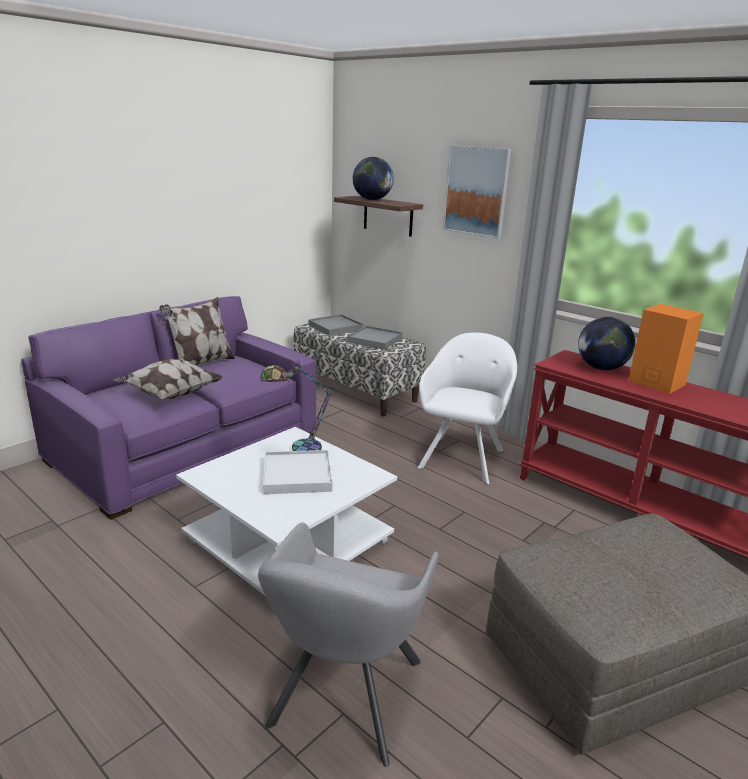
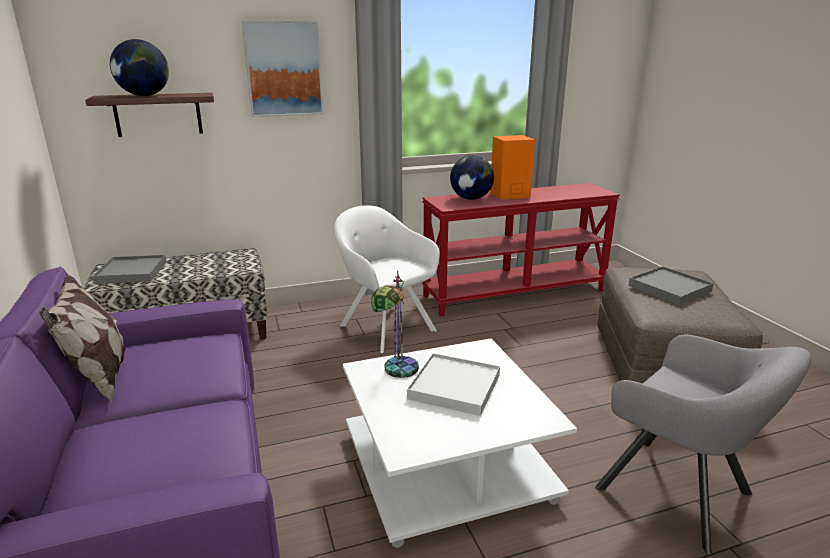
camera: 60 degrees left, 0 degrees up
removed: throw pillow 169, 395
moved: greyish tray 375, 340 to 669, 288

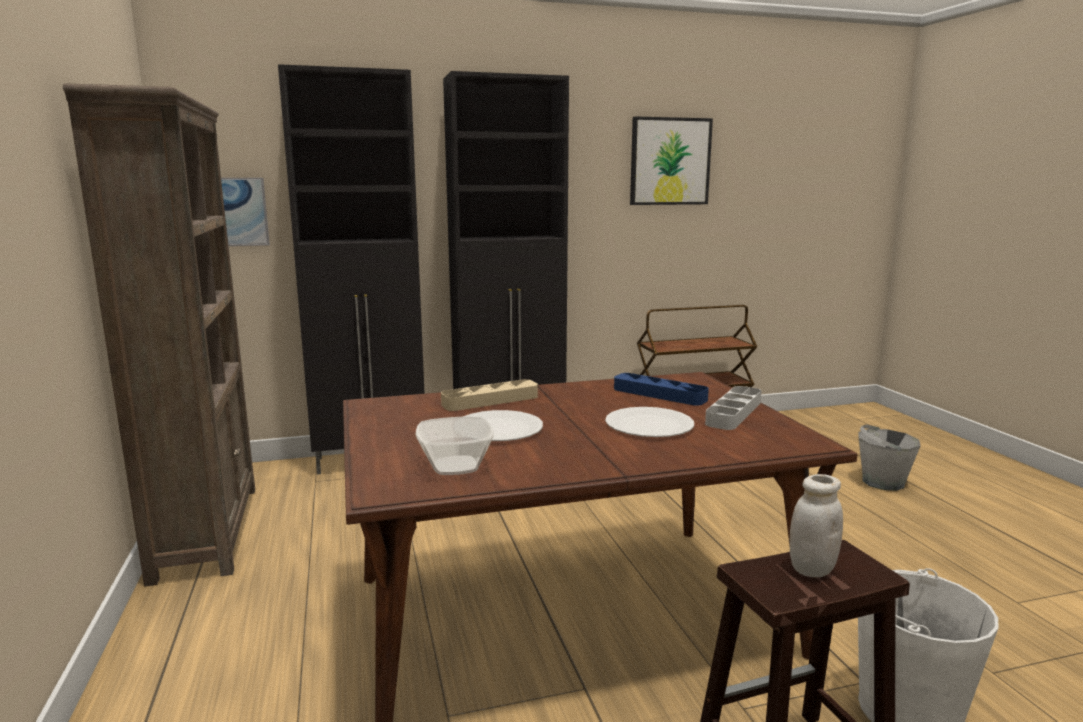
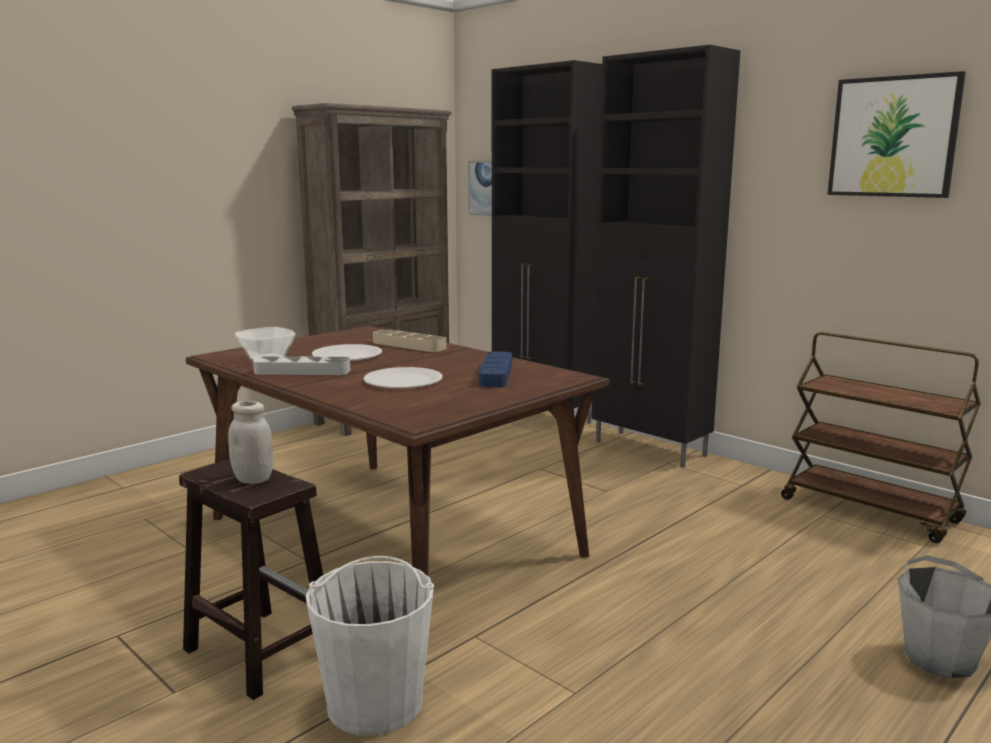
camera: 60 degrees right, 0 degrees up
moved: greyish tray 734, 413 to 302, 371

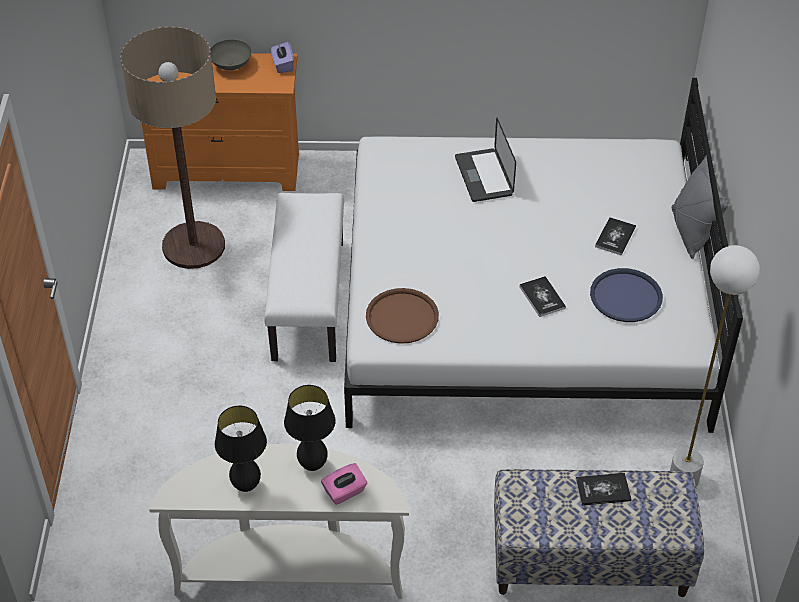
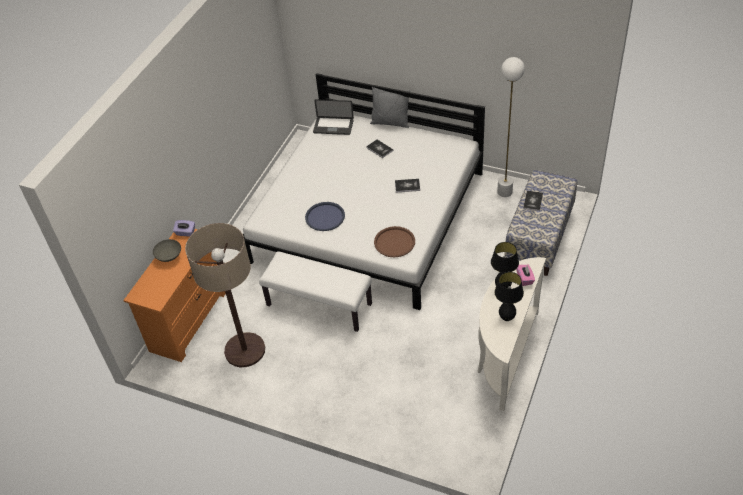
camera: 65 degrees left, 0 degrees up
moved: blue tray 626, 296 to 325, 217; notebook computer 484, 176 to 333, 126

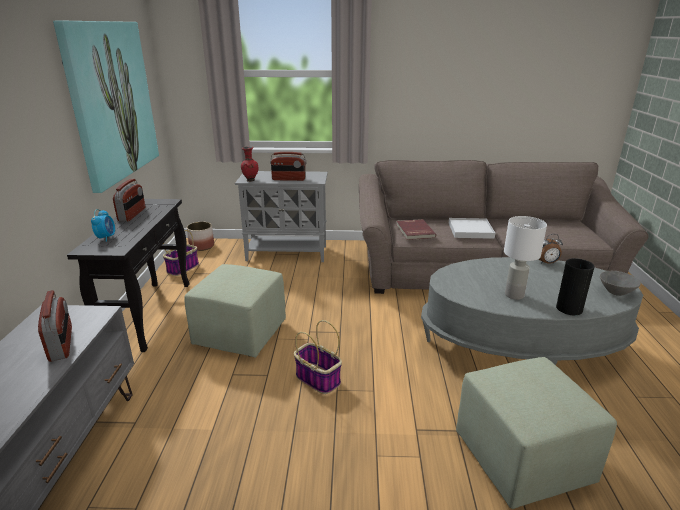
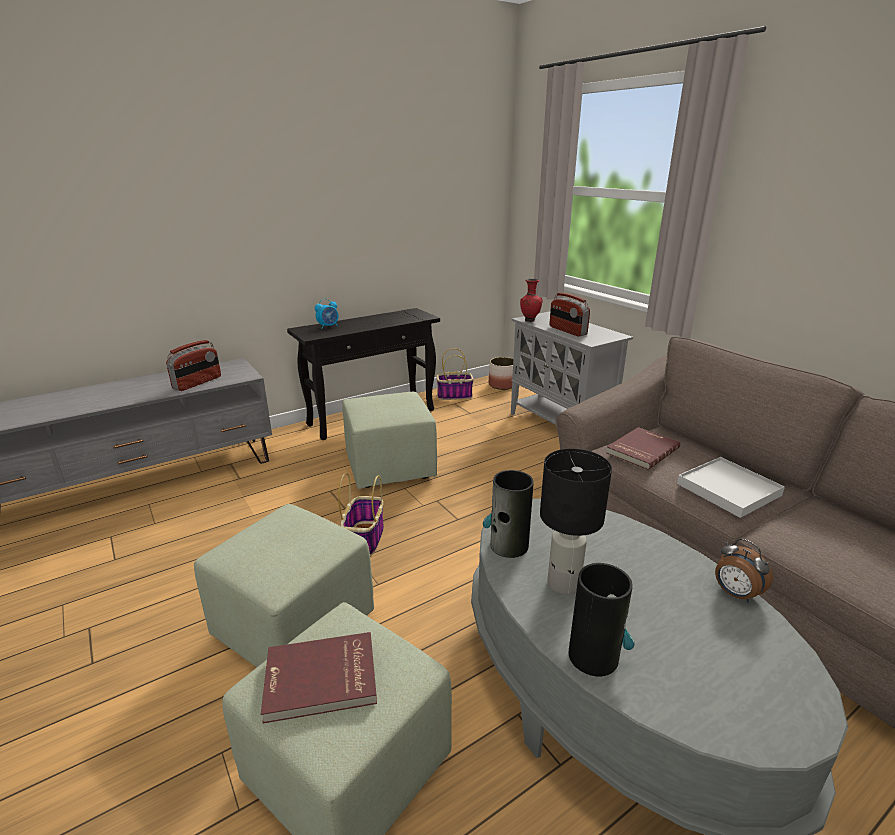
camera: 55 degrees right, 0 degrees up
removed: wall art 111, 101; radio 132, 214; greyish bowl 616, 292
added: green pouffe 295, 625; reddish bound book 321, 680; vase 508, 545
recoloured: whitish lamp for a table 514, 295 to blackish lamp for a table 564, 584

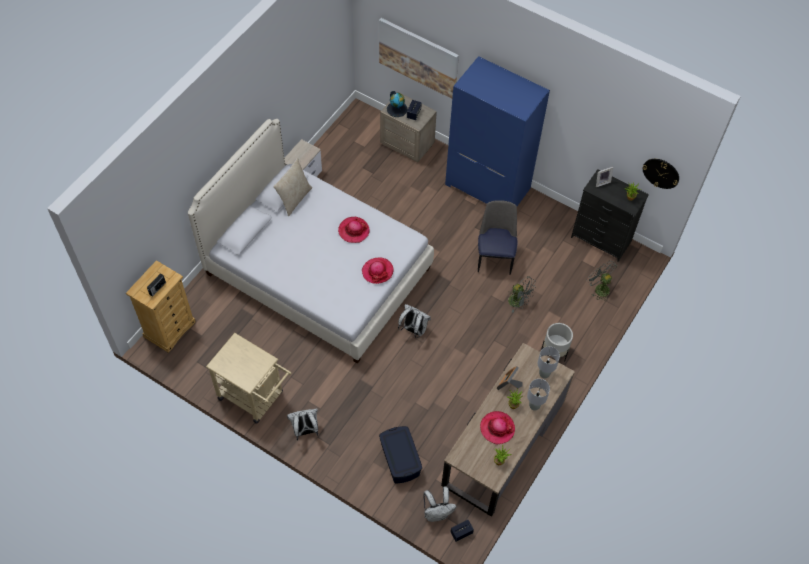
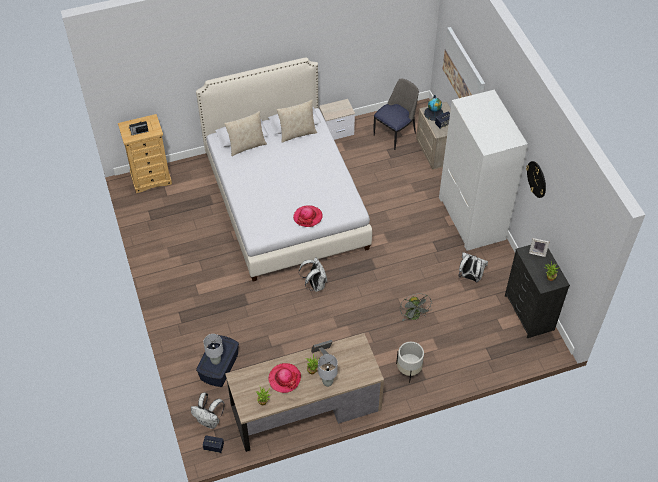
camera: 40 degrees right, 5 degrees down
removed: beige-coloured cart 255, 398; clothing hat 353, 231; greyish cooling fan 599, 288
added: beige-coloured throw pillow 246, 145
moved: greyish lamp for a table 544, 374 to 216, 361; chair 494, 257 to 395, 133; whitish knapsack 305, 431 to 470, 277; clock on the wall 661, 173 to 537, 179
recoloured: blue clothes cupboard 488, 186 to whitish clothes cupboard 472, 218

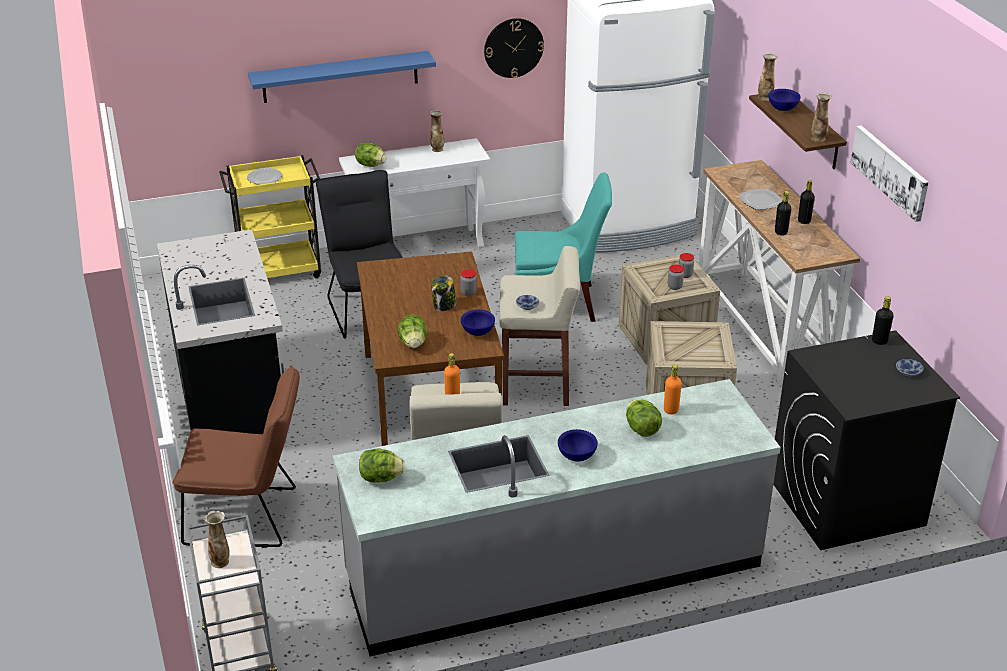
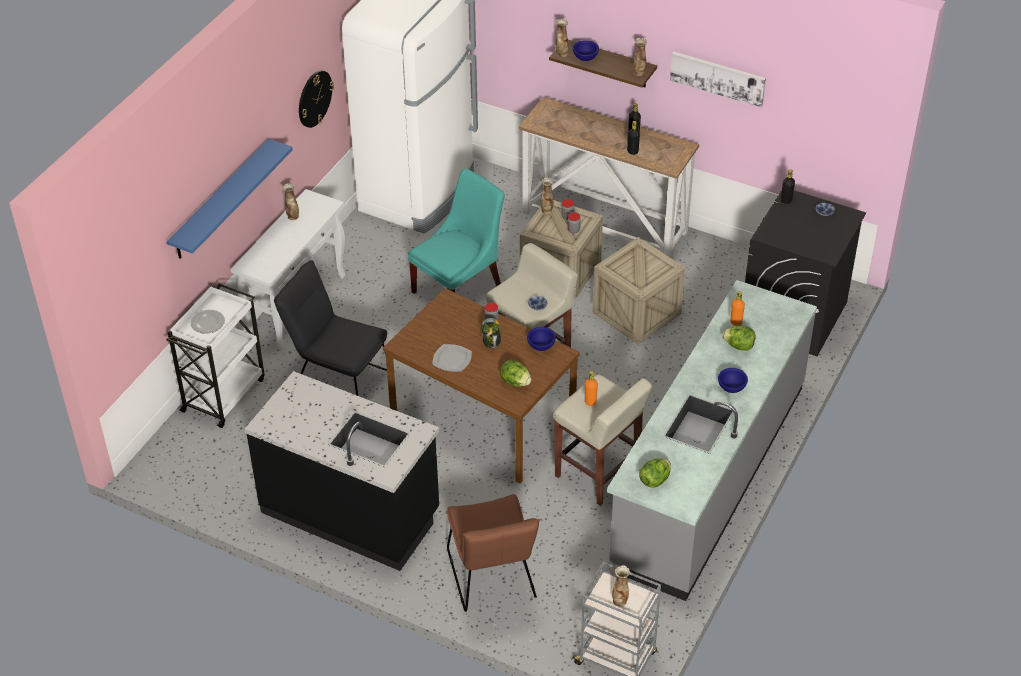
camera: 45 degrees left, 10 degrees up
removed: head of lettuce 370, 165
added: vase 546, 210
moved: plate 760, 201 to 452, 359
recoloured: yellowish cart 280, 270 to whitish cart 224, 394
turned: brown chair 249, 517 = 492, 579 120 degrees clockwise

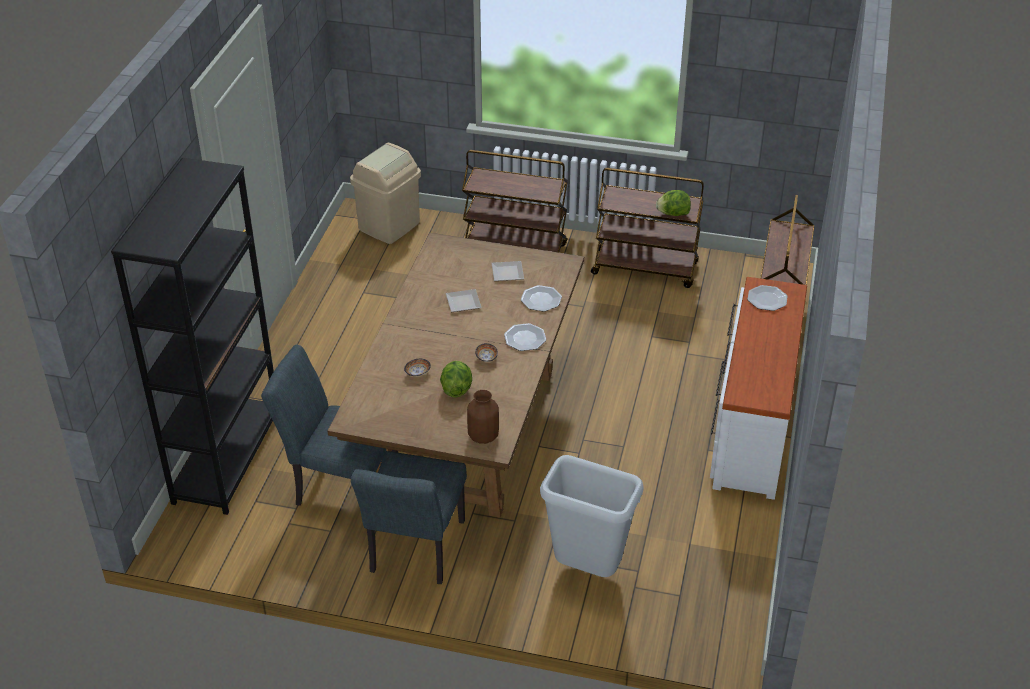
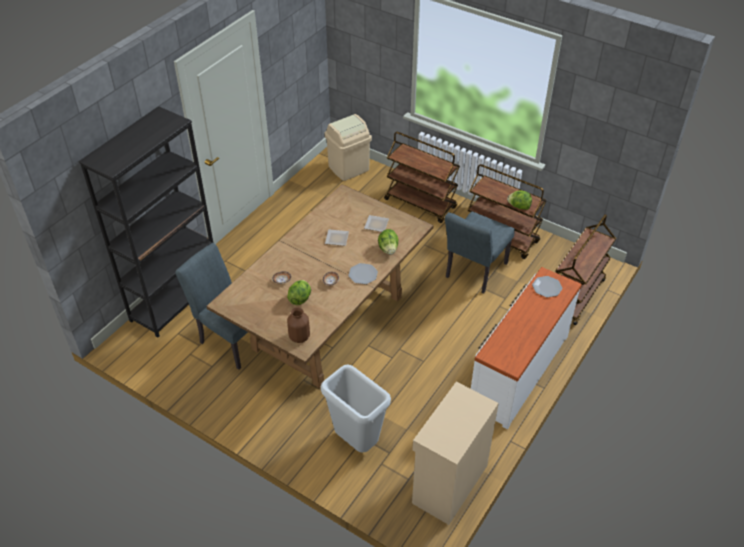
camera: 20 degrees right, 5 degrees up
added: beige-coloured cupboard 448, 484
moved: greyish chair 414, 552 to 473, 273
replaced: plate 541, 299 to head of lettuce 388, 249

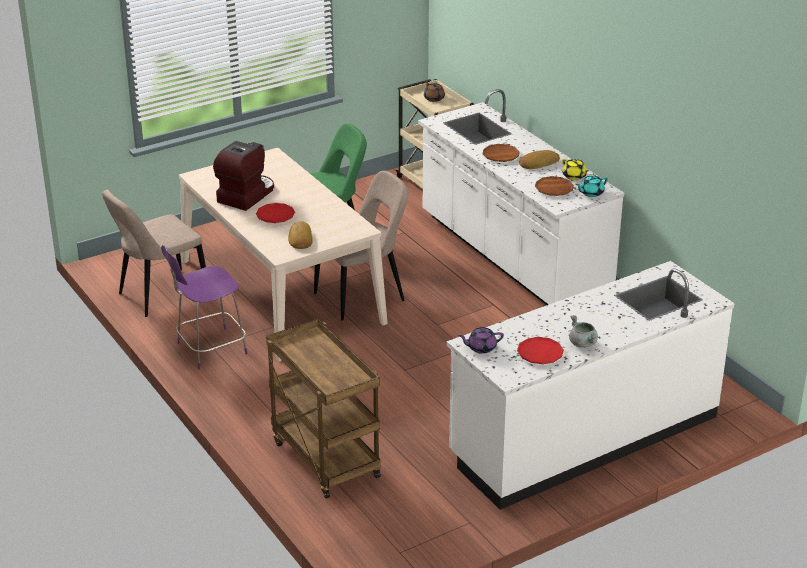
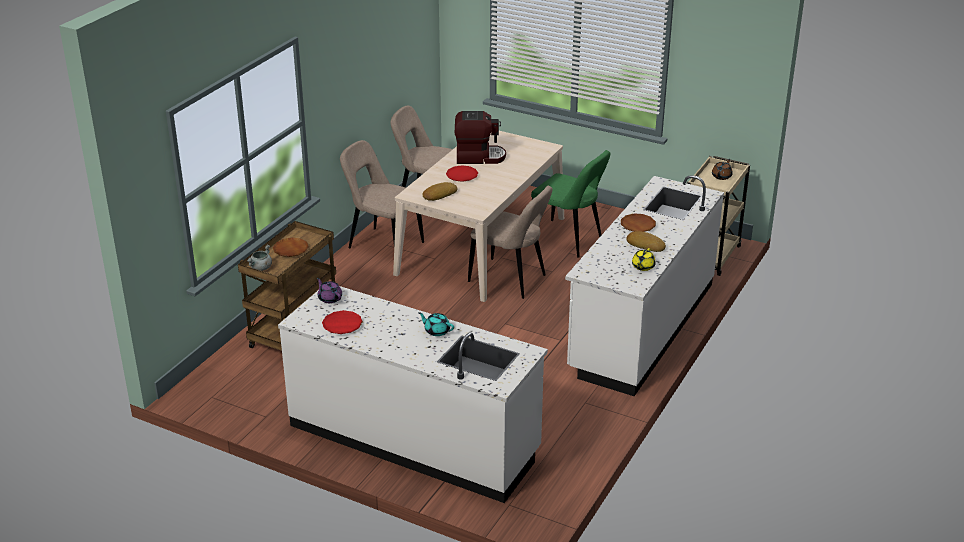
camera: 60 degrees right, 0 degrees up
moved: greyish cooking pot 583, 344 to 261, 268; brown plate 554, 189 to 291, 249; turquoise-coloured pot for tea 591, 193 to 436, 331
replaced: purple-coloured sitting stool 209, 349 to beige-coloured chair 383, 245

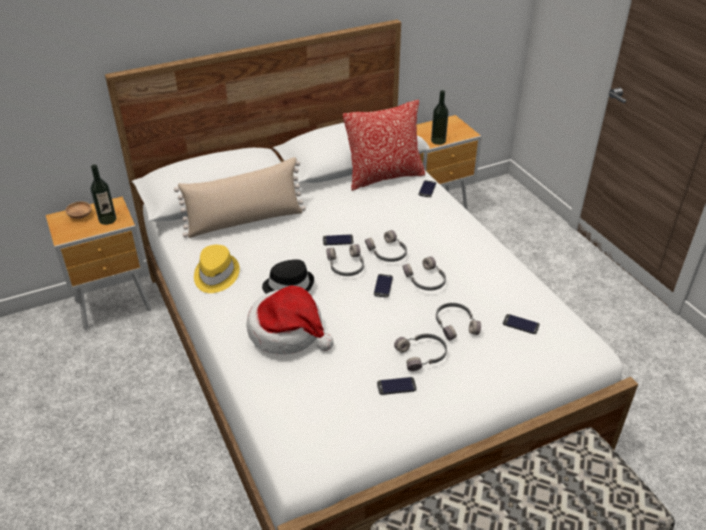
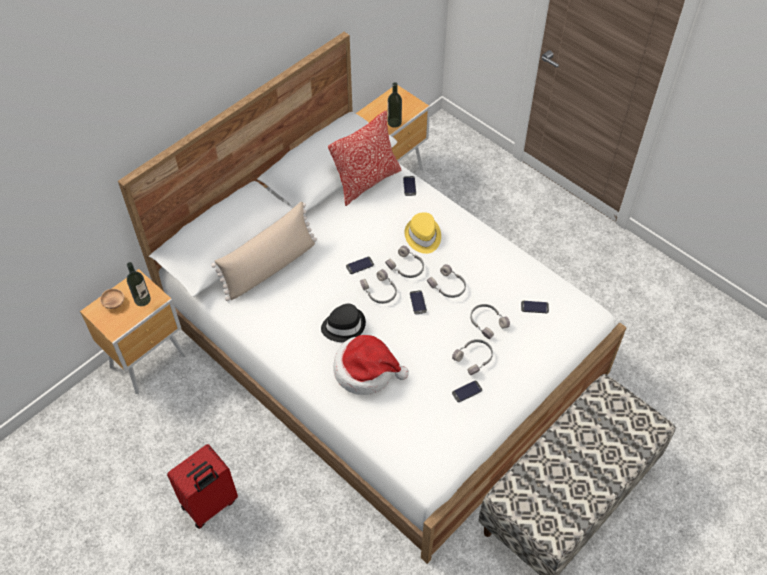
camera: 20 degrees left, 15 degrees up
added: reddish travel case 210, 505
moved: yellowish clothing hat 215, 275 to 423, 236

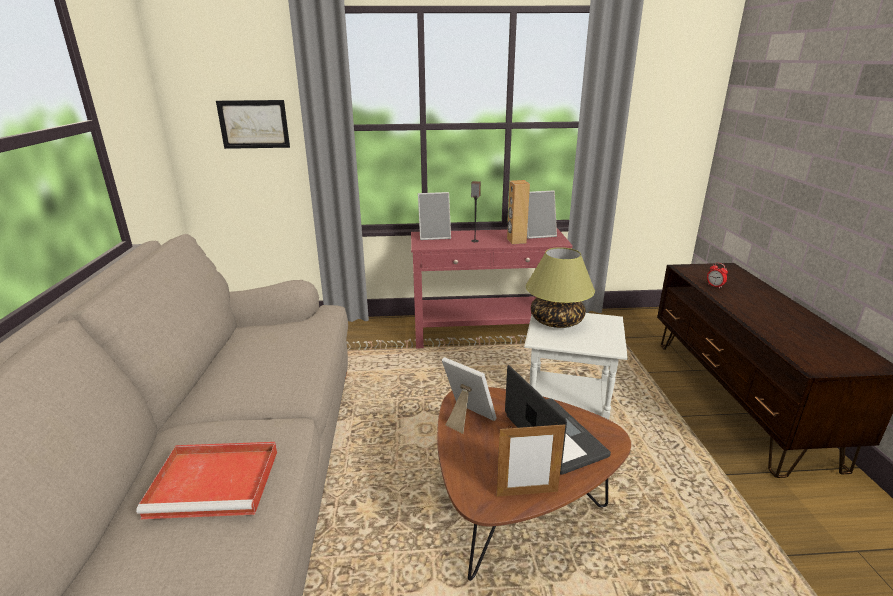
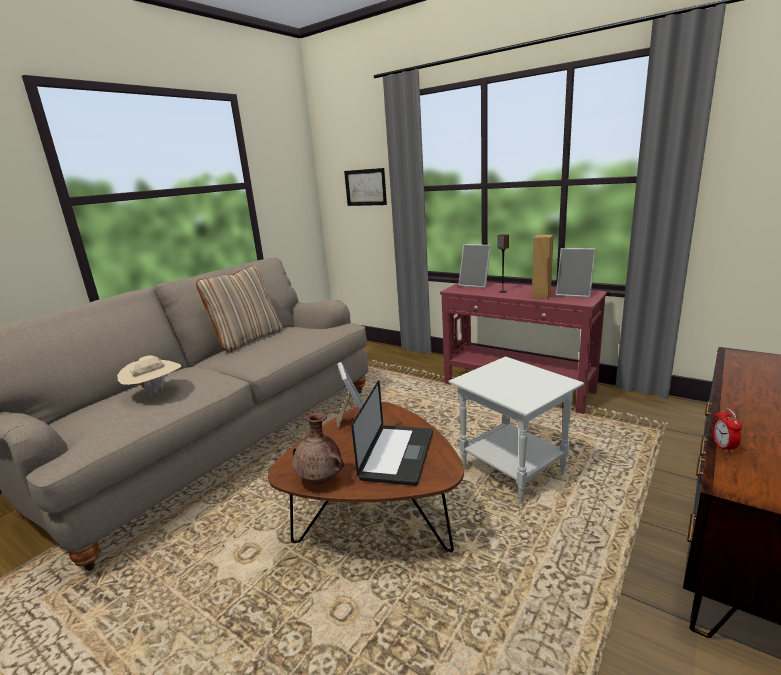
camera: 40 degrees right, 5 degrees down
removed: lamp for a table 556, 320
added: beige-coloured throw pillow 248, 339
moved: bedside clock 714, 286 to 723, 447
replaced: reddish tray 217, 482 to beige-coloured clothing hat 155, 392; standing frame 527, 493 to brown vase 321, 480

